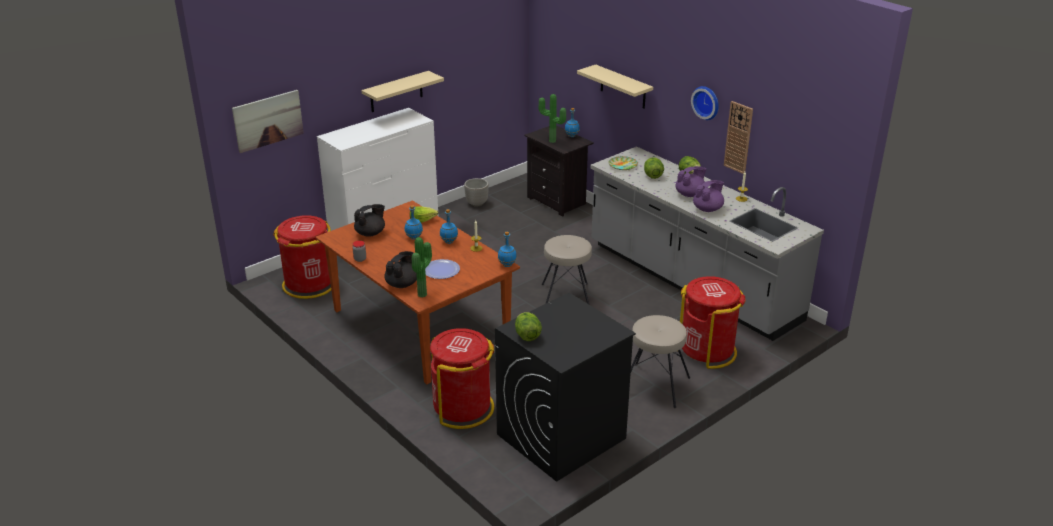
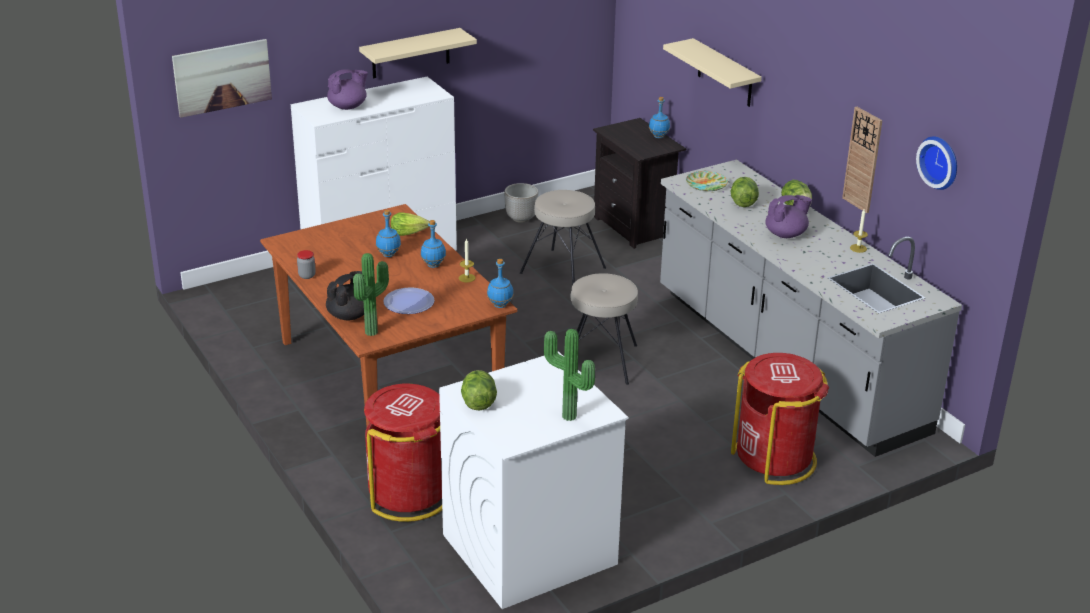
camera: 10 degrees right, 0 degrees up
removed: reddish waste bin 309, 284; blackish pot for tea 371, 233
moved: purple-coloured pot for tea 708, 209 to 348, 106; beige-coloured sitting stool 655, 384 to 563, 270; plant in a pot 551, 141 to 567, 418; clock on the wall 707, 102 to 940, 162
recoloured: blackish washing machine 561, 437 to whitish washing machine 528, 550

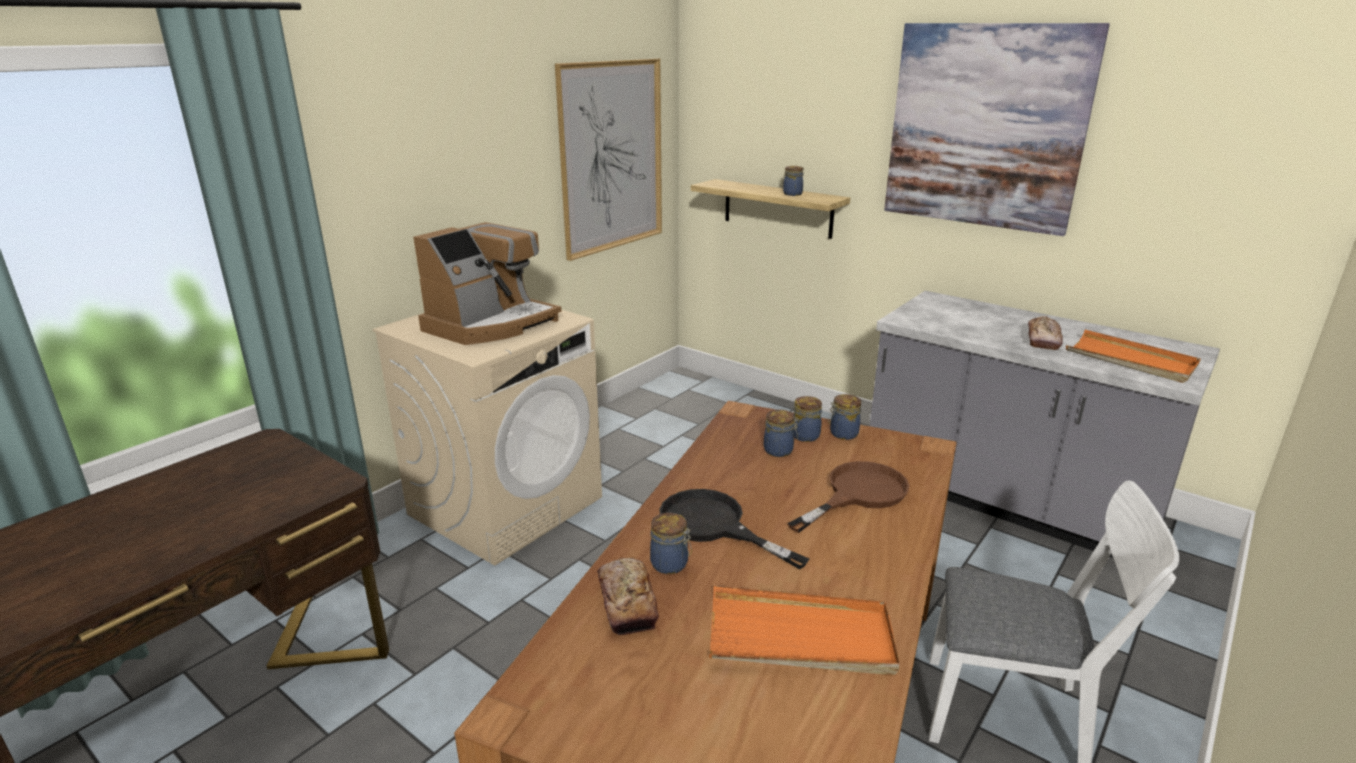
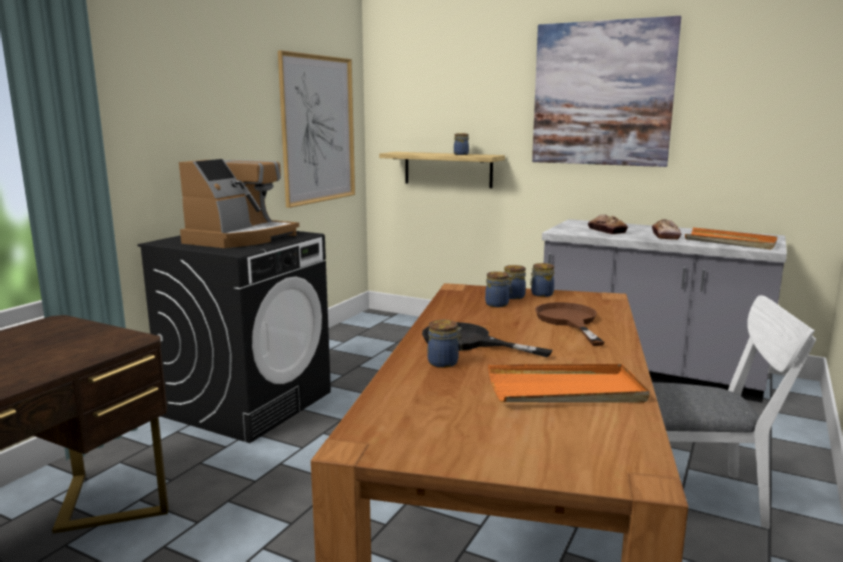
camera: 10 degrees left, 10 degrees down
moved: bread 627, 603 to 606, 230
recoloured: beige-coloured washing machine 506, 505 to blackish washing machine 248, 403
turned: brown skillet 858, 494 = 569, 321 45 degrees counterclockwise

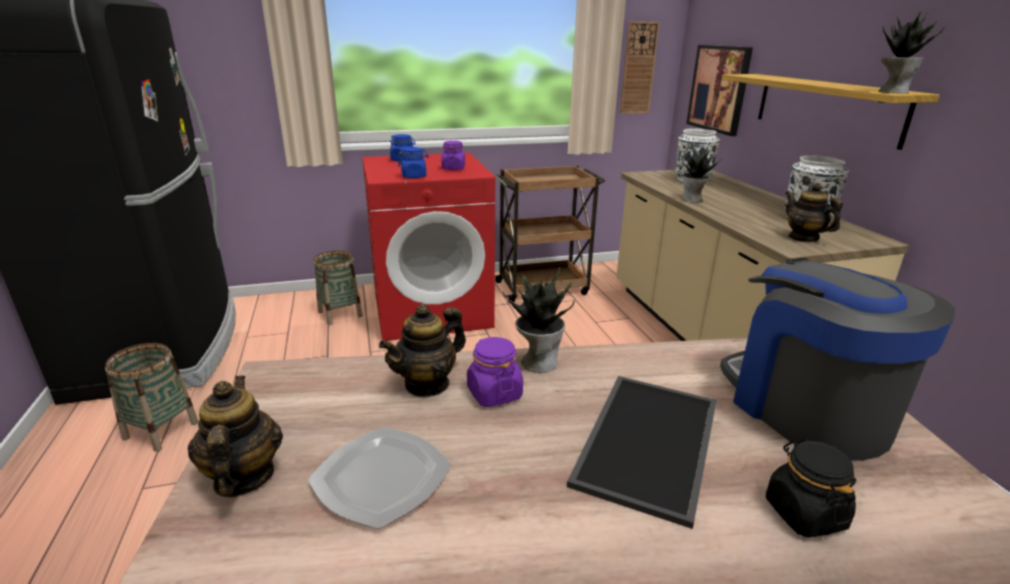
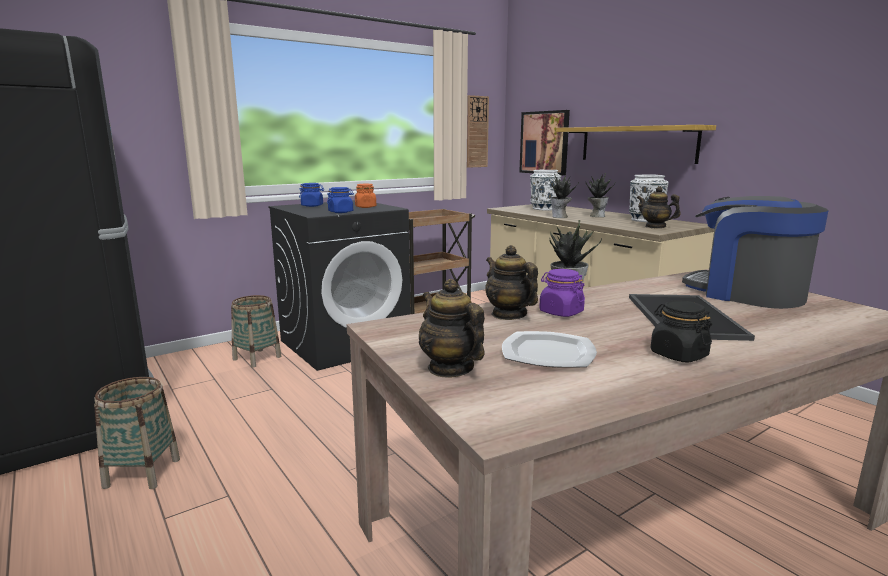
camera: 20 degrees left, 10 degrees down
moved: plant in a pot 892, 92 to 596, 216; blackish jar 804, 513 to 678, 355
recoloured: reddish washing machine 432, 310 to blackish washing machine 345, 343; purple-coloured jar 453, 168 to orange jar 365, 207
turned: pot for tea 427, 384 = 509, 315 120 degrees clockwise

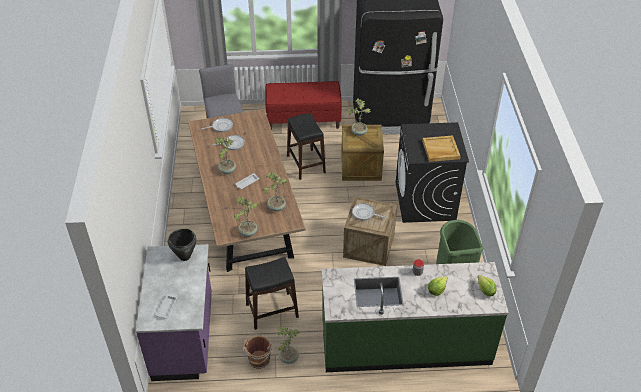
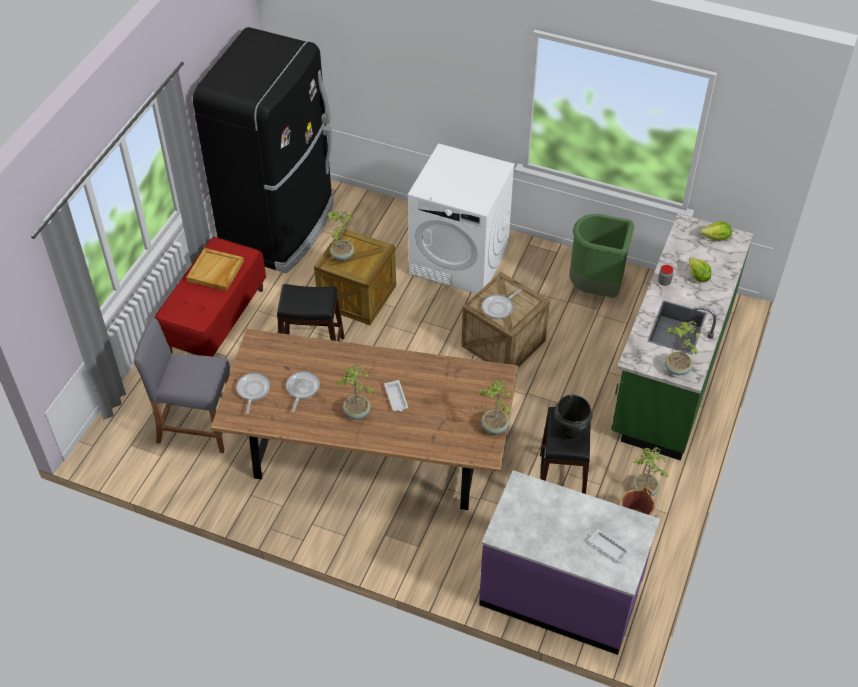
camera: 65 degrees left, 5 degrees up
moved: beige-coloured tray 440, 150 to 216, 271; blackish cooking pot 184, 256 to 570, 433; plant in a pot 276, 207 to 676, 369
recoloured: blackish washing machine 425, 201 to whitish washing machine 460, 260

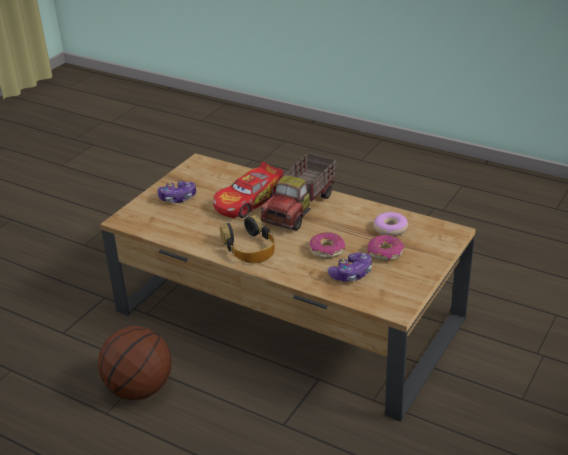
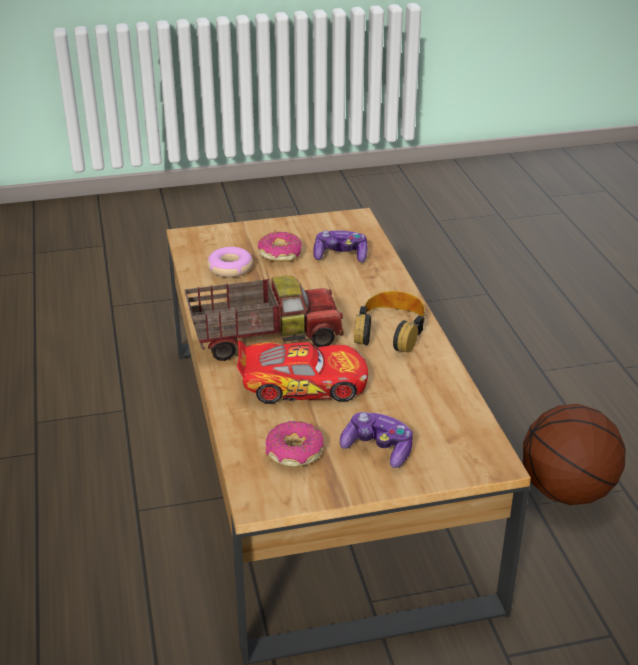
camera: 135 degrees left, 0 degrees up
moved: doughnut 327, 250 to 294, 452

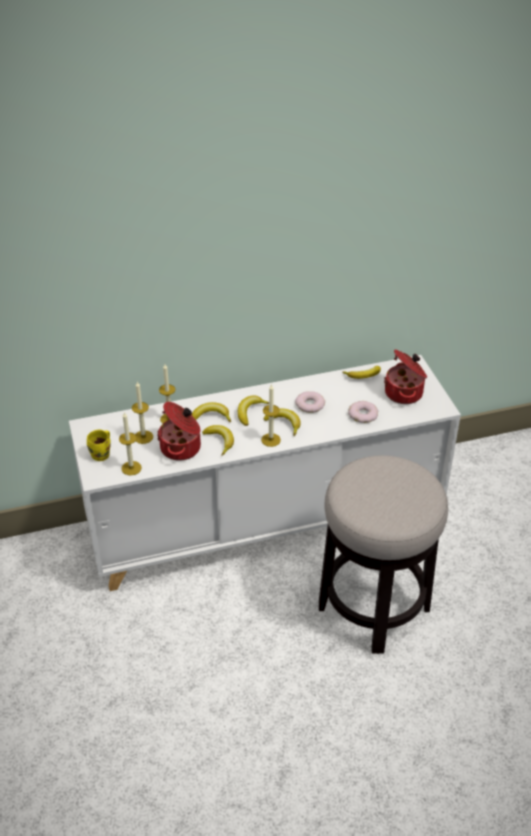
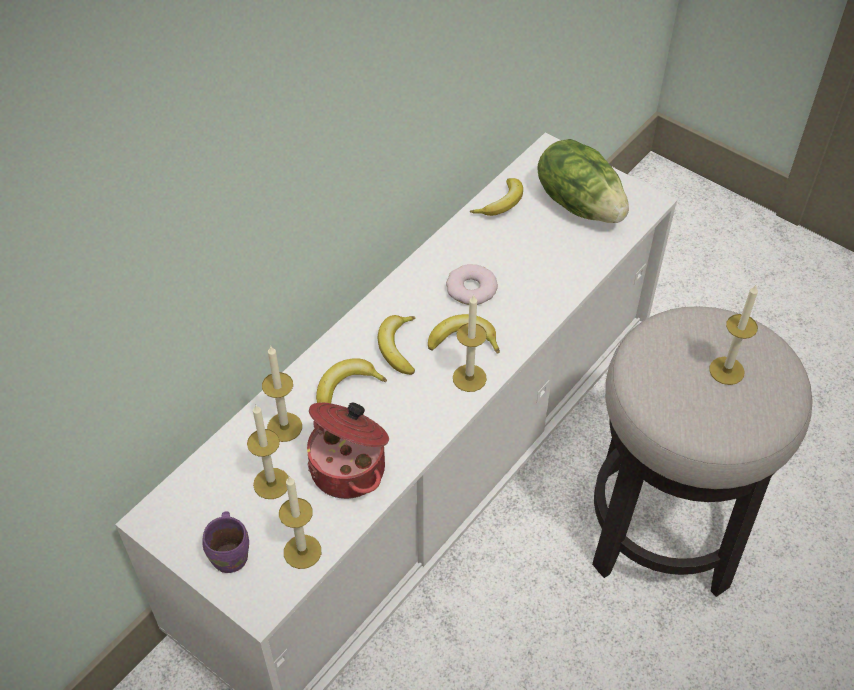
camera: 35 degrees left, 10 degrees up
removed: banana 220, 441; doughnut 363, 414
added: candle 726, 370
replaced: cooking pot 405, 393 to head of lettuce 580, 203
recoloured: yellowish mug 102, 455 to purple-coloured mug 232, 556

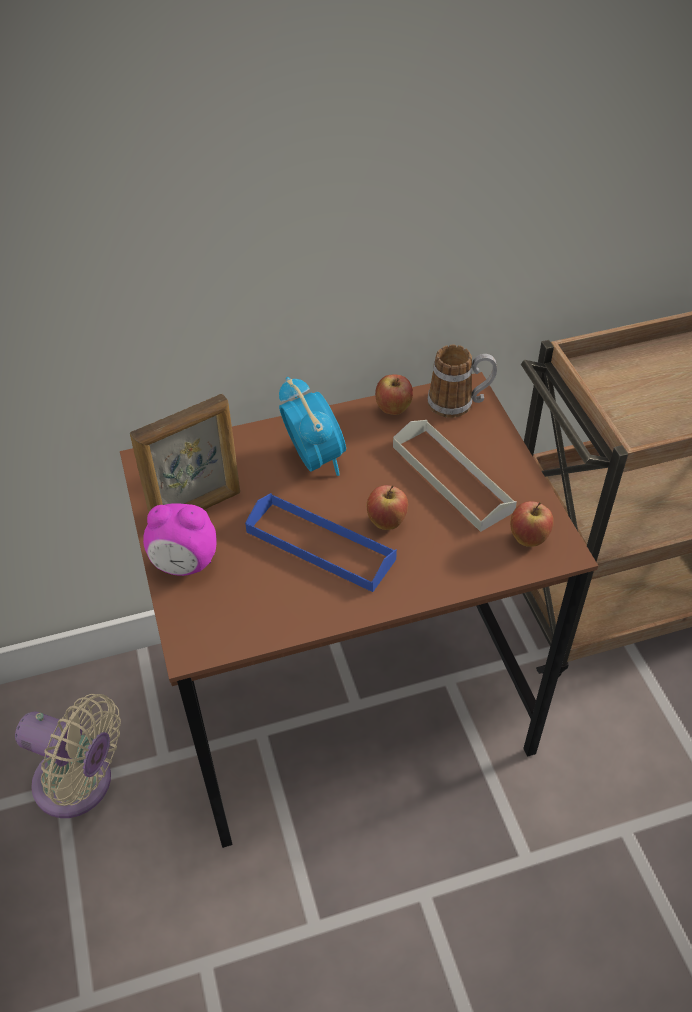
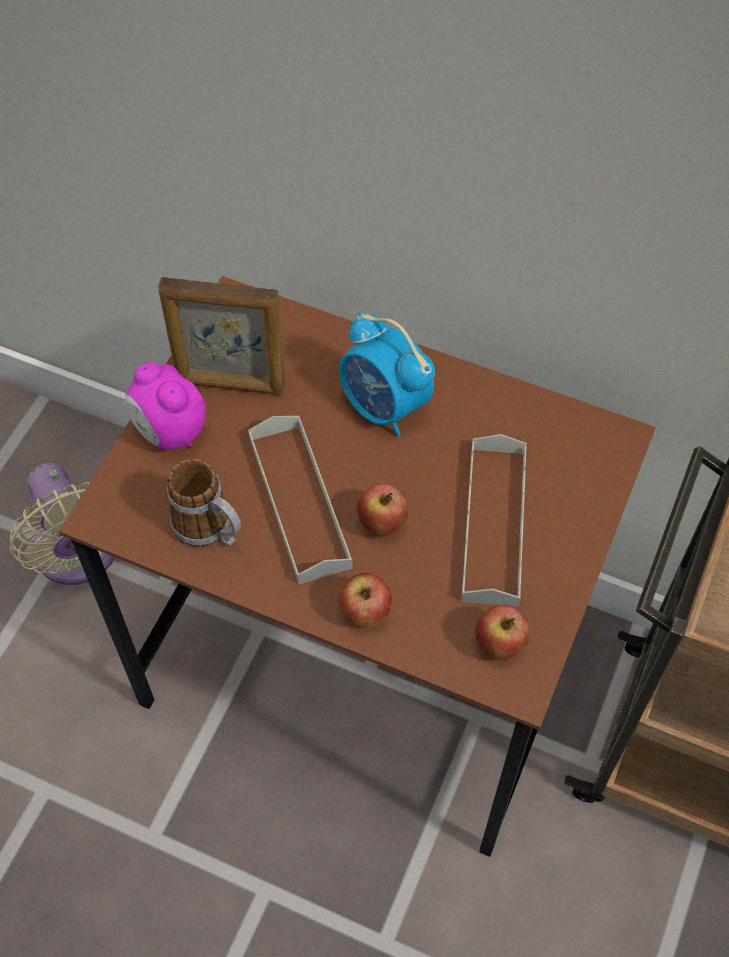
camera: 40 degrees right, 10 degrees up
moved: mug 459, 403 to 211, 530; apple fruit 393, 410 to 365, 614
recoloured: blue tray 320, 545 to greyish tray 299, 502
turned: bedside clock 314, 458 = 384, 406 120 degrees clockwise

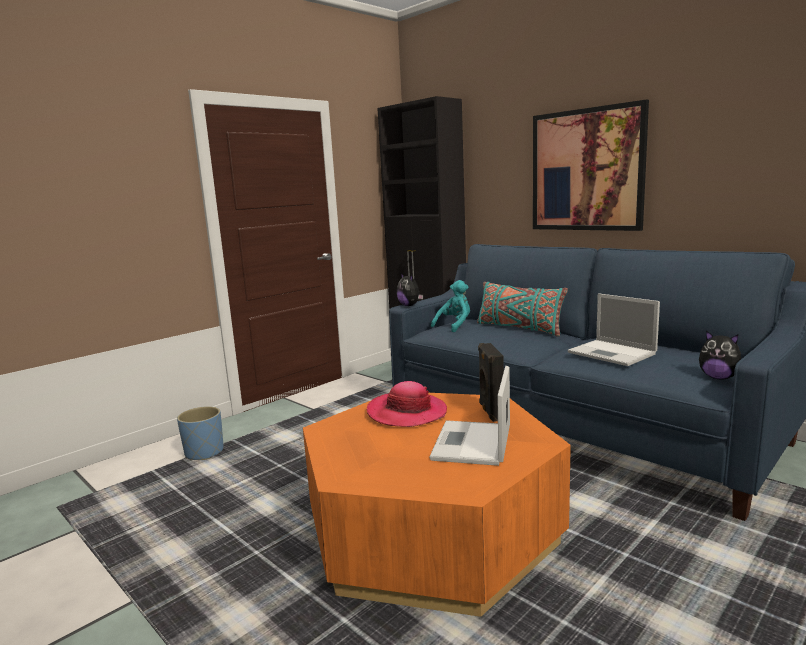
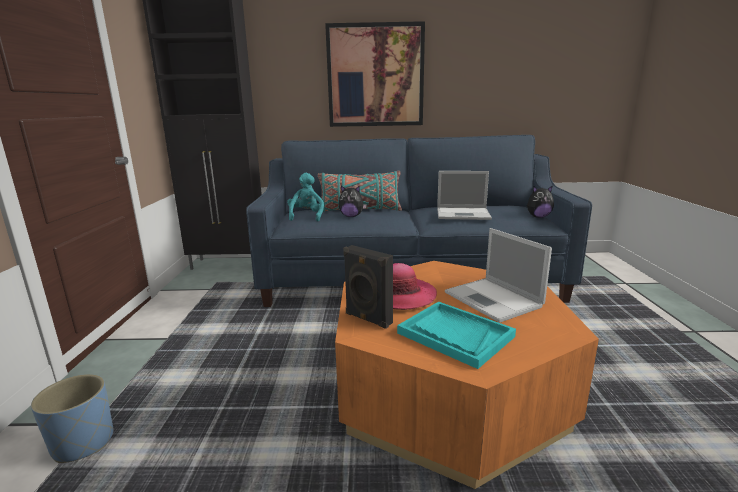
camera: 45 degrees left, 5 degrees up
added: turquoise-coloured tray 455, 335
moved: plush toy 410, 305 to 351, 216; blackish audio speaker 490, 411 to 367, 319

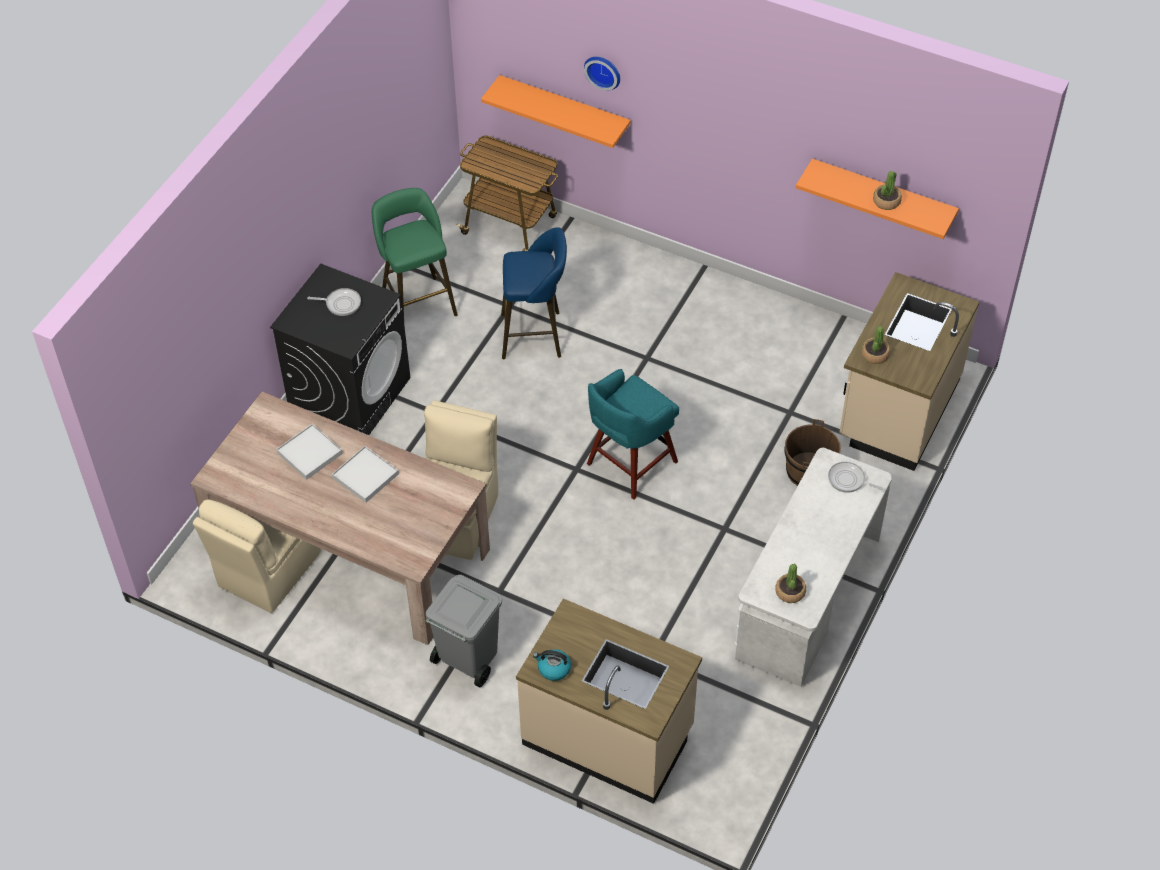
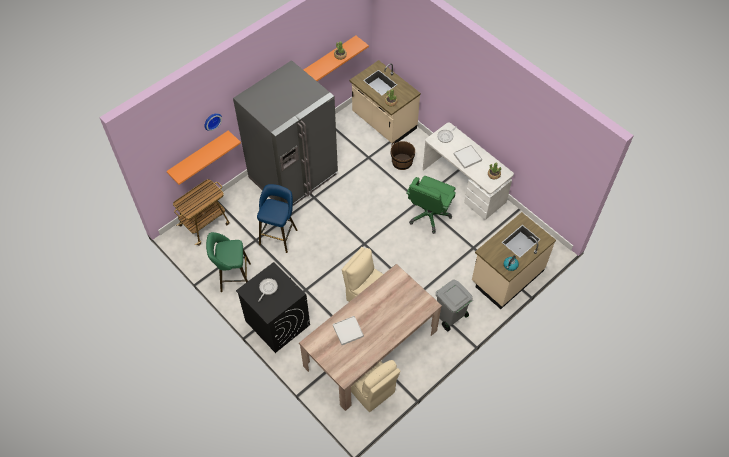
camera: 70 degrees left, 5 degrees up
removed: turquoise-coloured sitting stool 630, 464
added: greyish fridge 293, 176; green desk chair 429, 215
moved: whitish tray 366, 476 to 467, 157

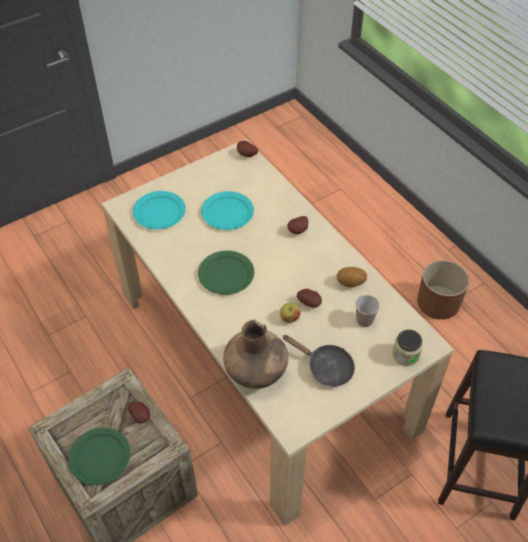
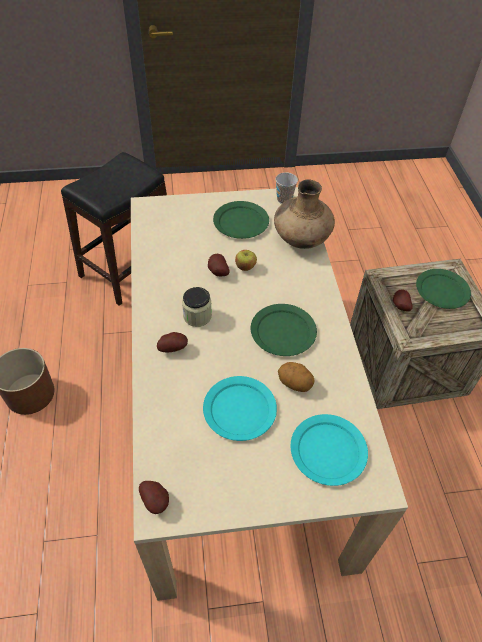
camera: 155 degrees left, 0 degrees up
moved: jar 405, 355 to 197, 316; small cup 364, 320 to 284, 199; spud 350, 283 to 295, 383
replaced: blackish skillet 325, 367 to green plate 241, 222

